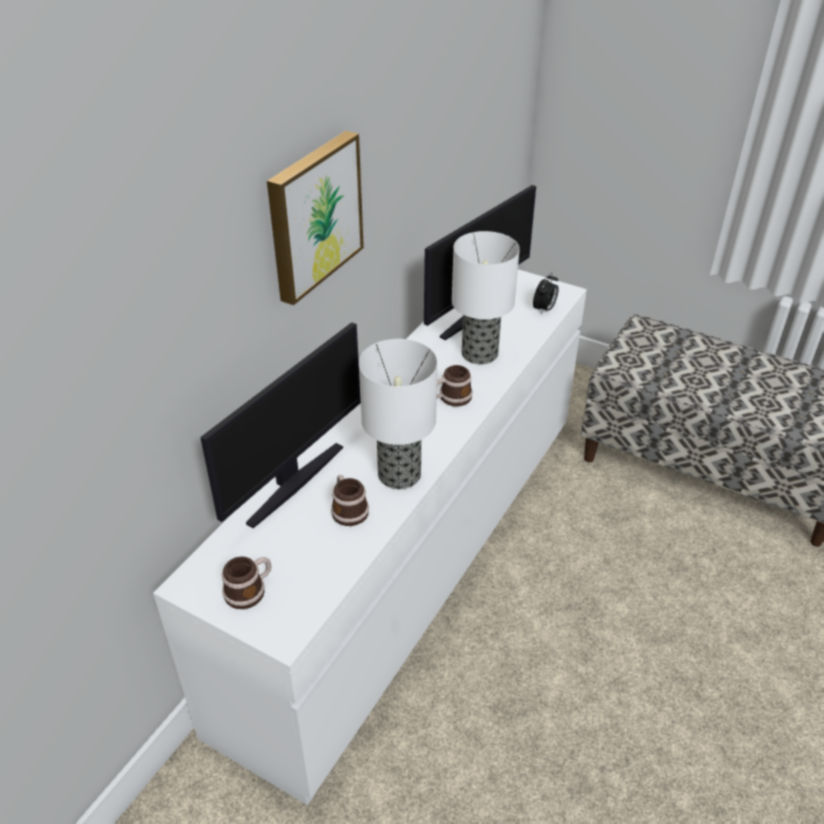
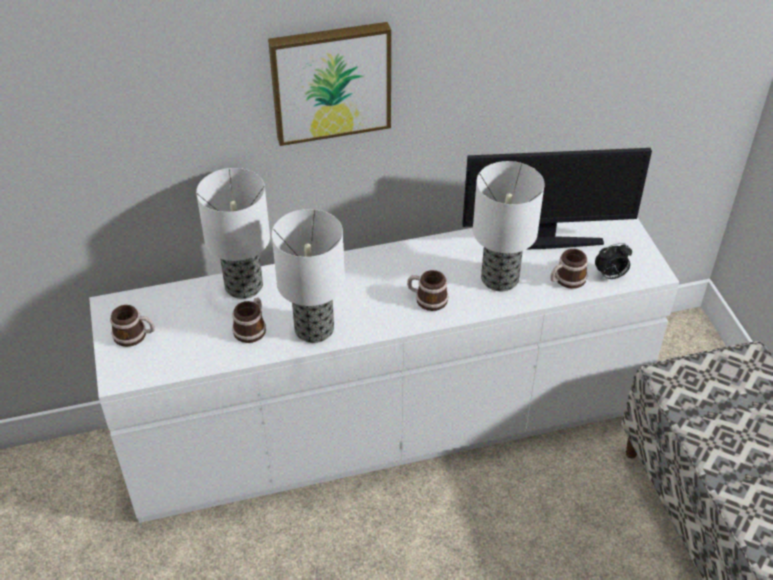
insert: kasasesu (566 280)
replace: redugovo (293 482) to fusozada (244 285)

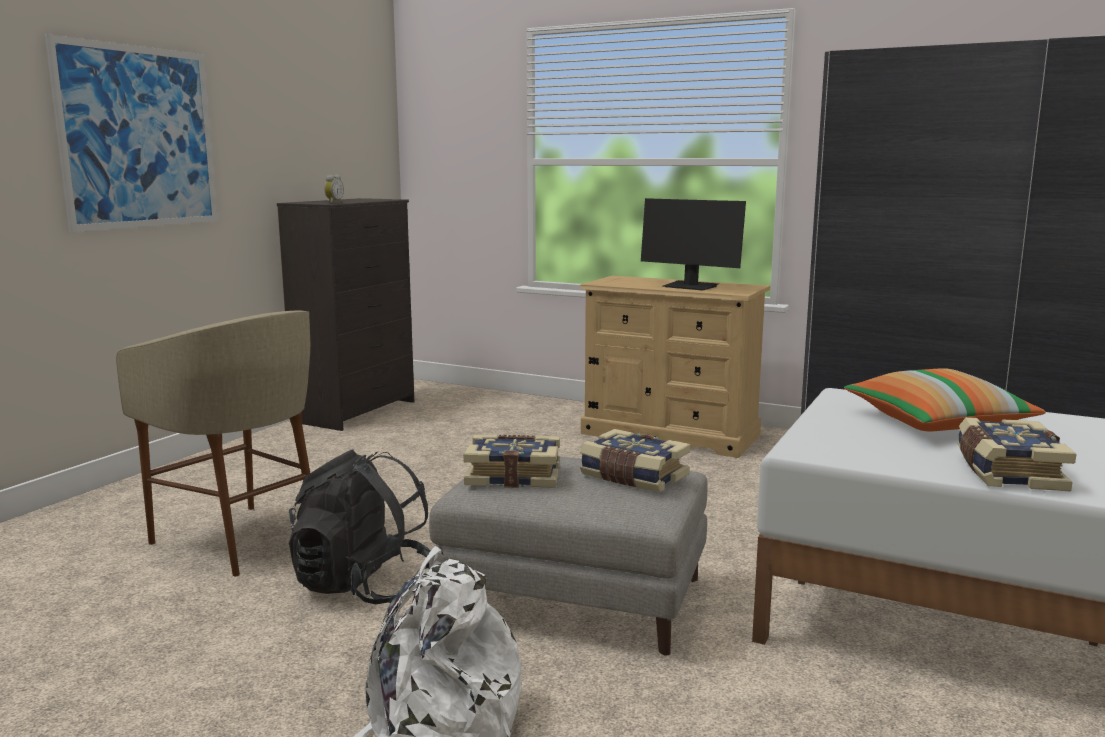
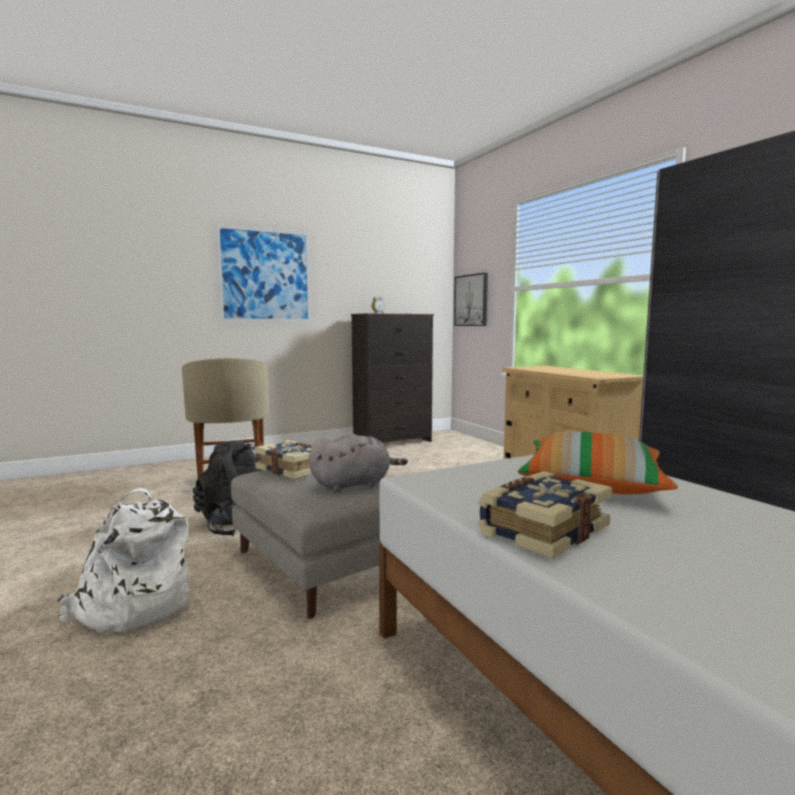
delete: redugovo (691 287)
insert: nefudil (471 300)
replace: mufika (633 477) to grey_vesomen (354 484)

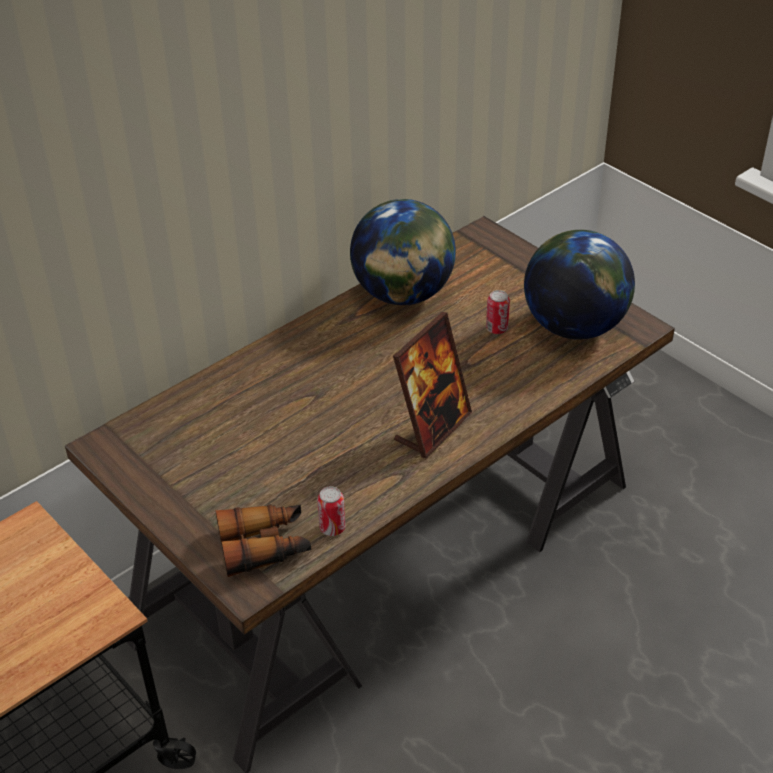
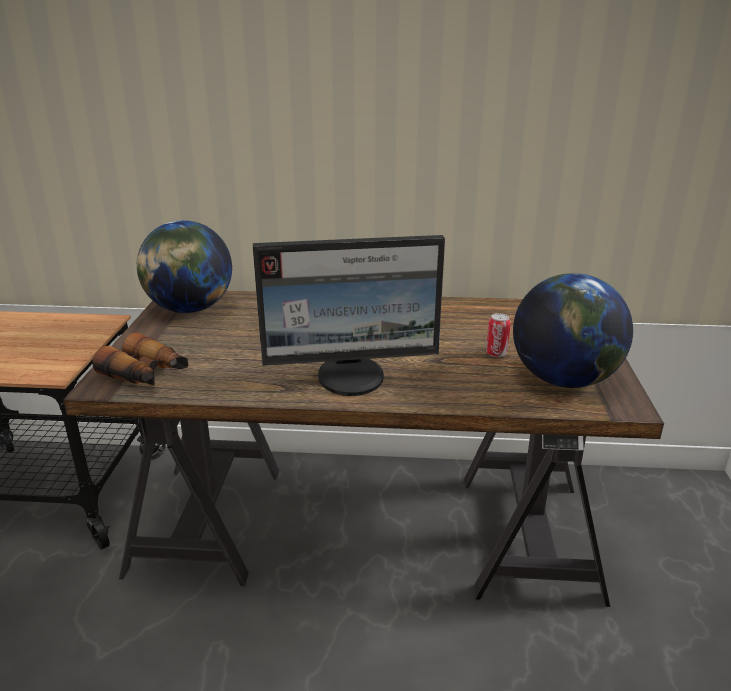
delete: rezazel (332 528)
move: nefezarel (403 294) to (190 309)
replace: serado (432 427) to redugovo (352 377)

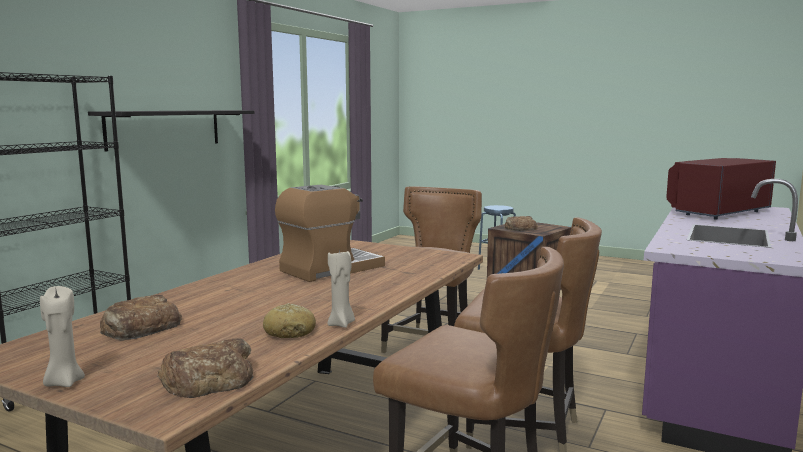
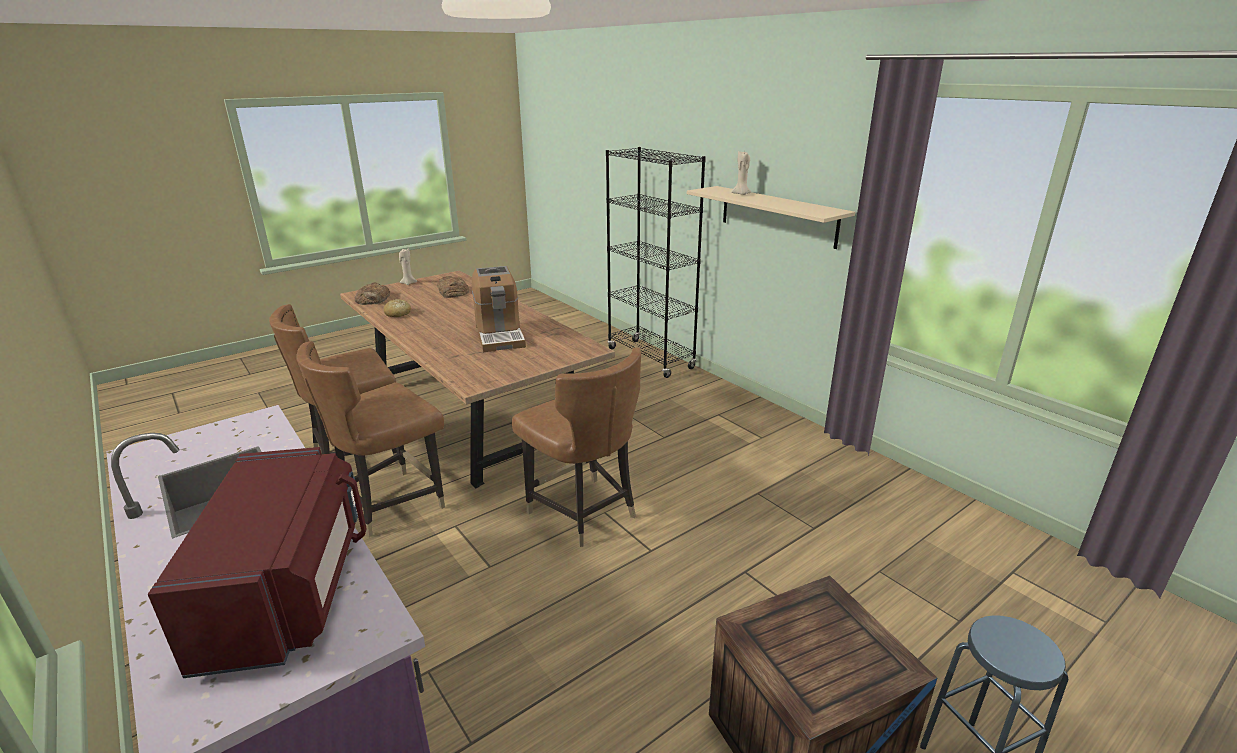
delete: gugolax (519 228)
move: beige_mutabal (341 324) to (741 194)
recolor: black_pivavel (165 129) to beige_pivavel (777 216)

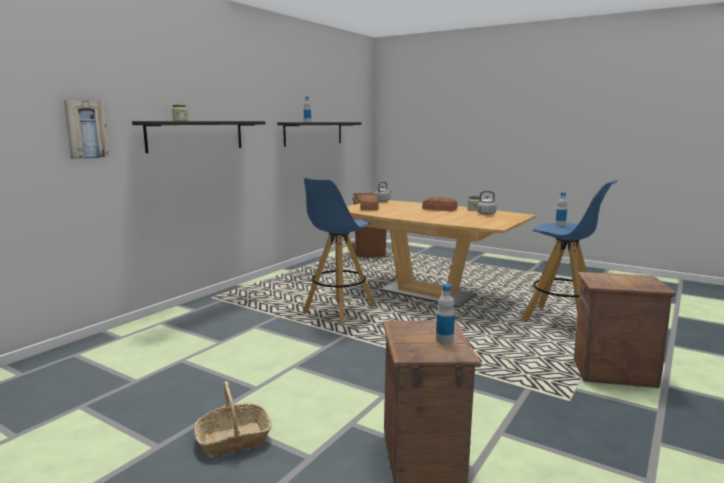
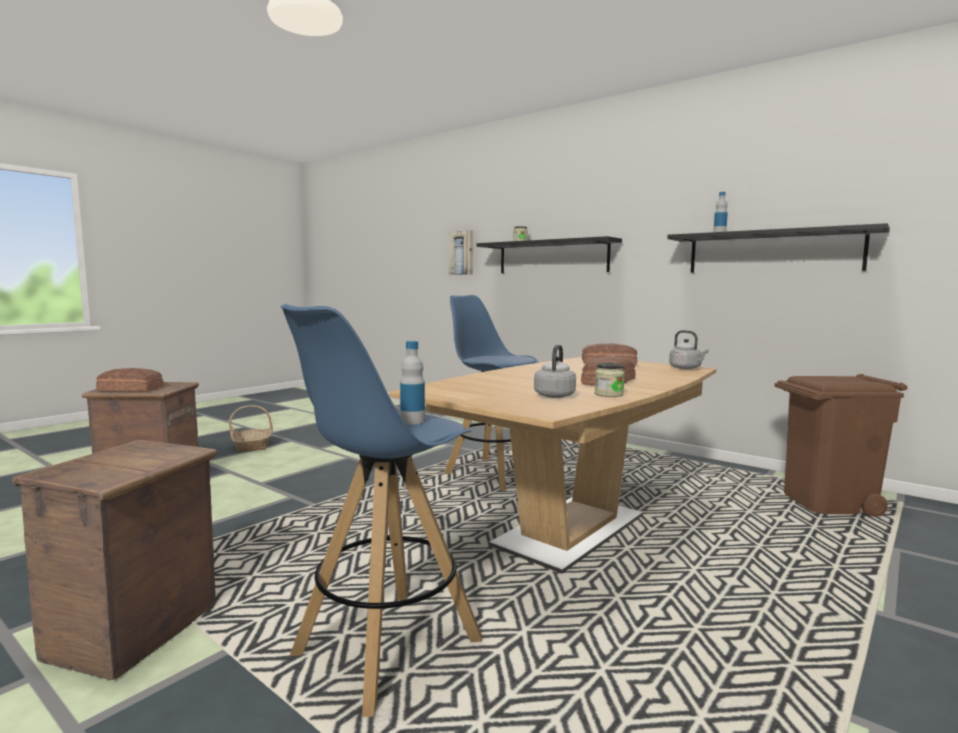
replace: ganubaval (444 340) to gugolax (130 388)

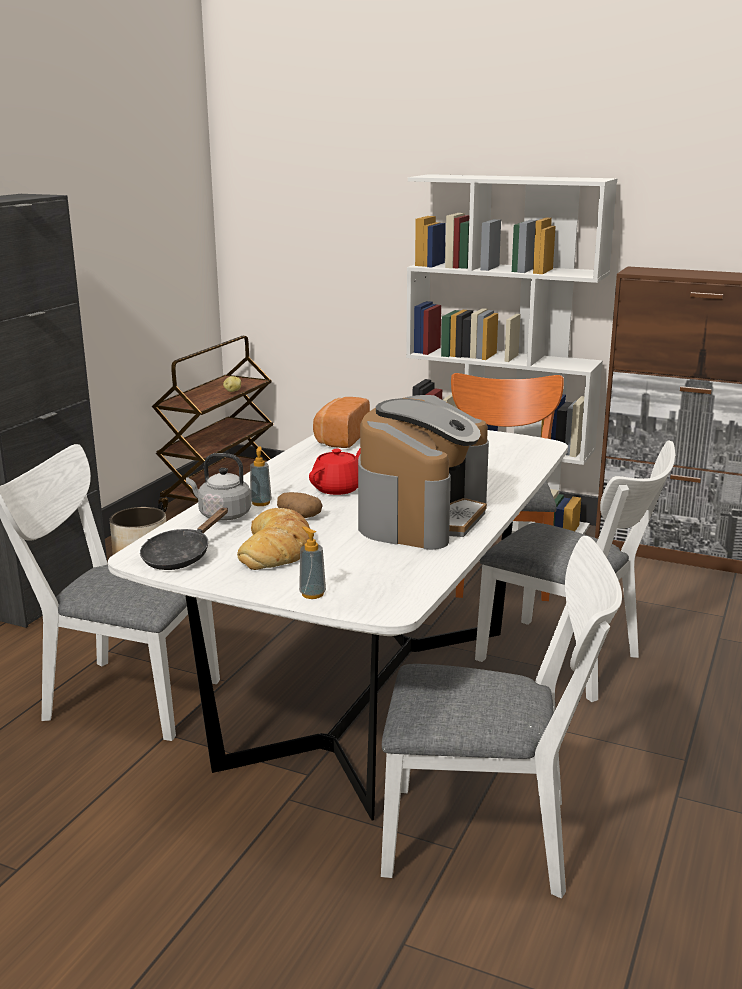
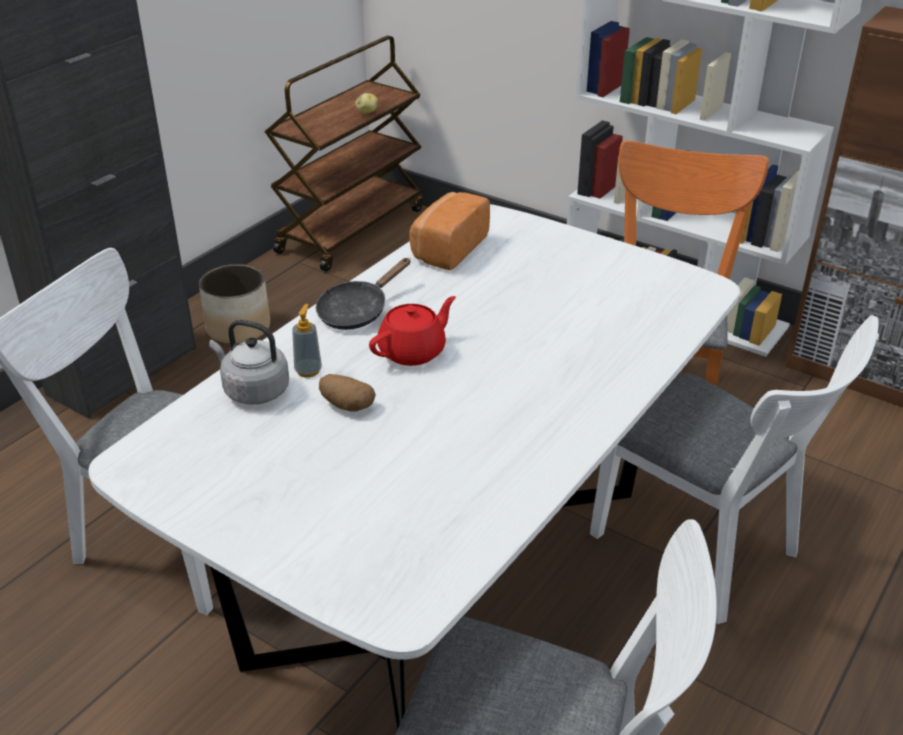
delete: gugolax (278 548); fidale (312 594); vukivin (422 516)
move: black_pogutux (181 556) to (357 311)

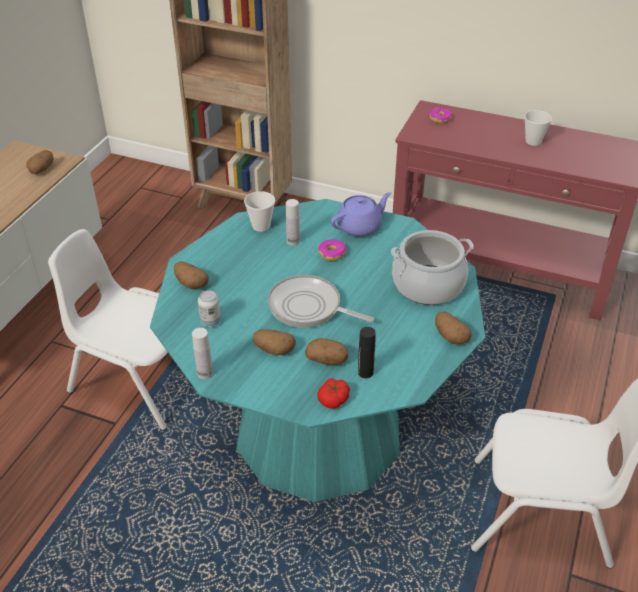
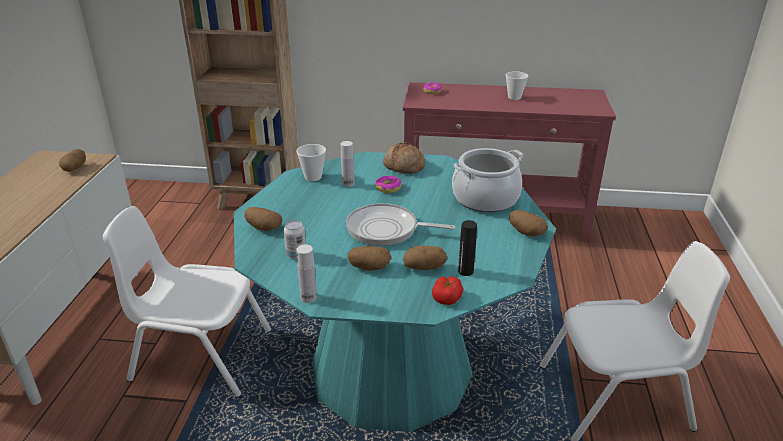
replace: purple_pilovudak (360 227) to gugolax (403 166)

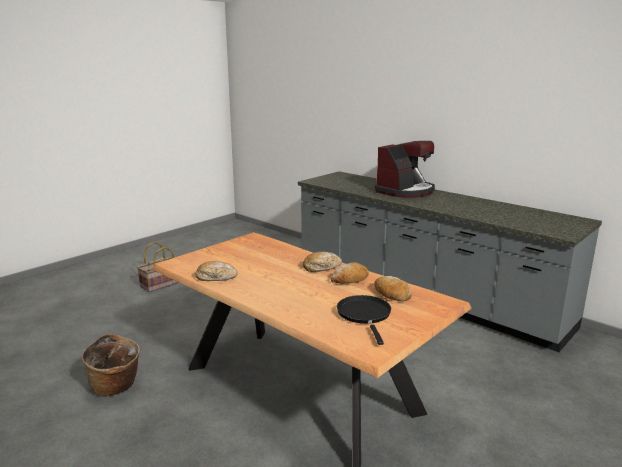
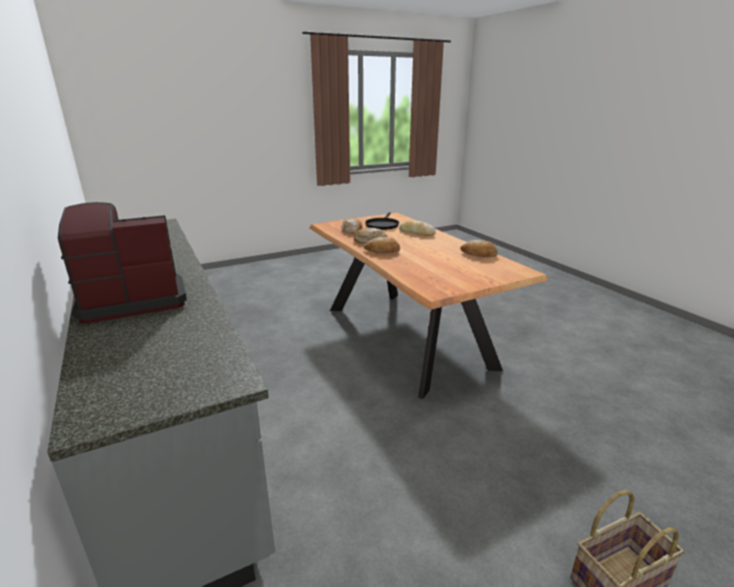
delete: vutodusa (116 387)
insert: gugolax (416 233)

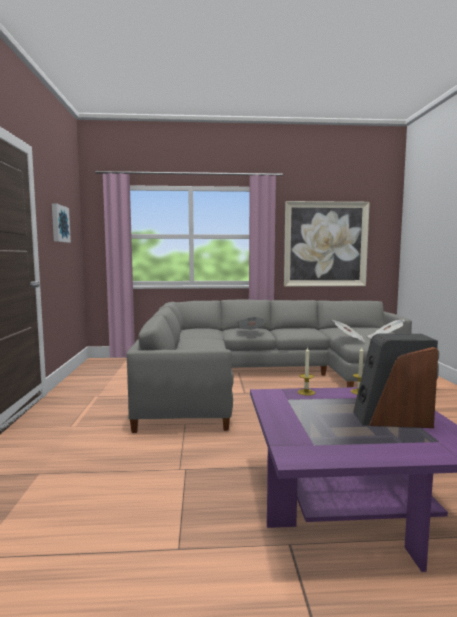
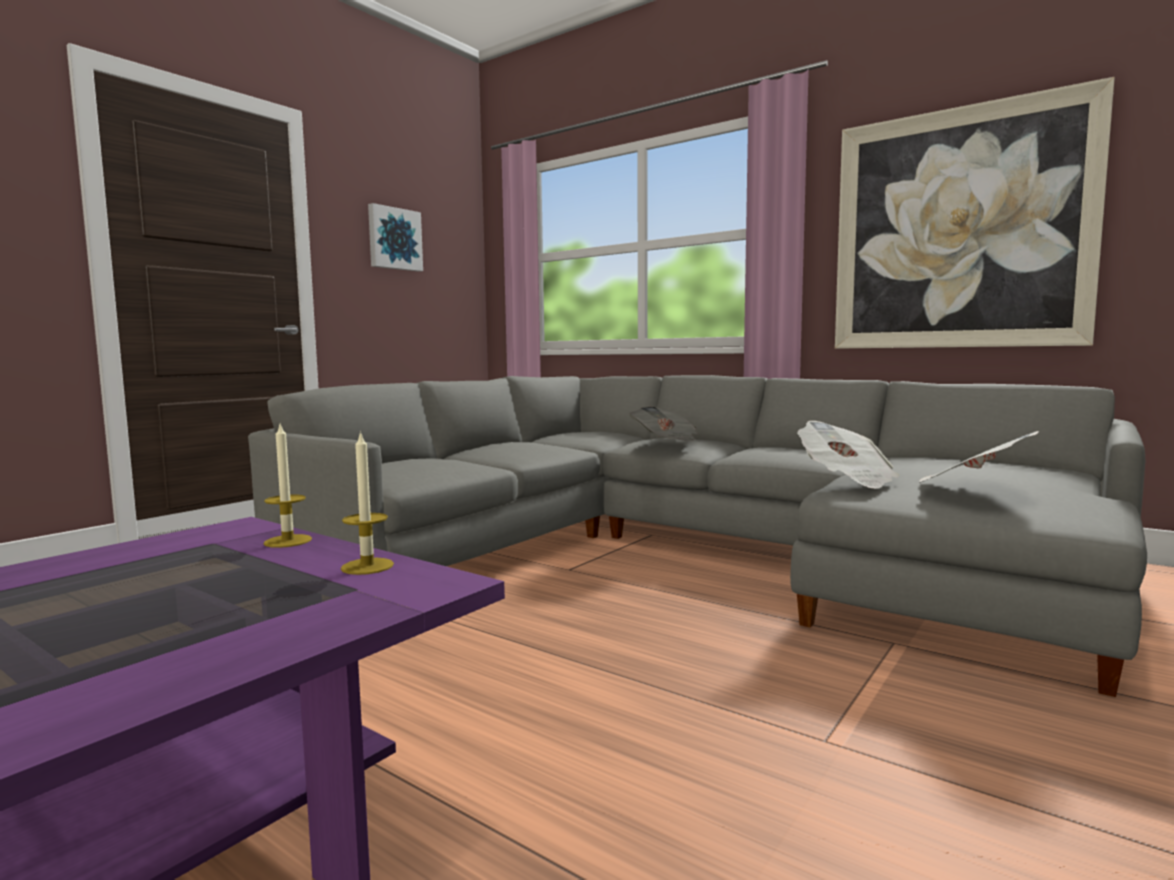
delete: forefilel (391 419)

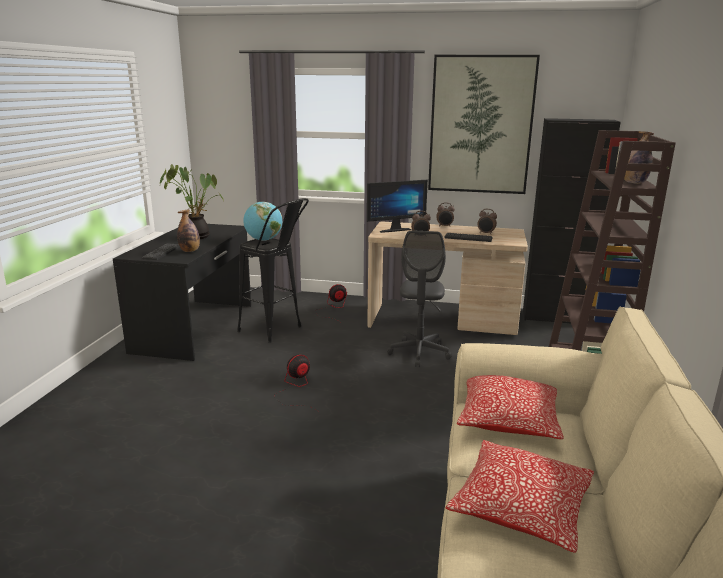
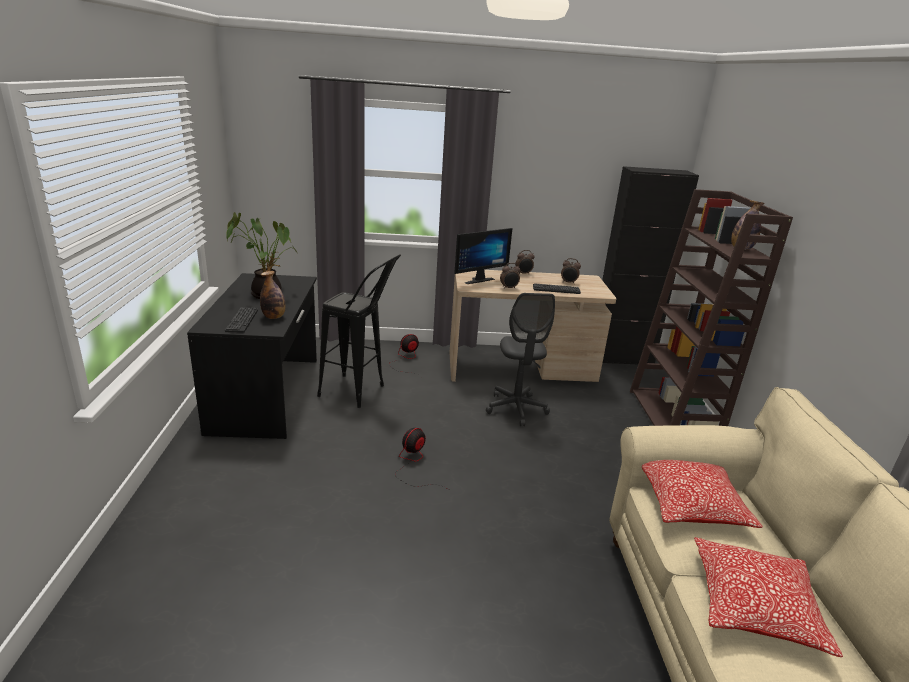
delete: nefezarel (263 240); nefudil (480 125)

